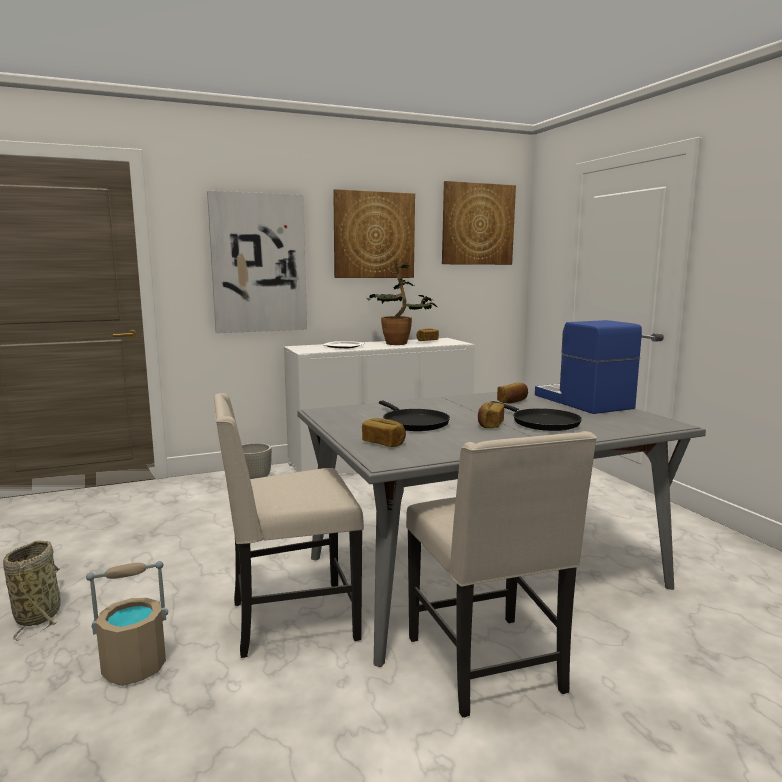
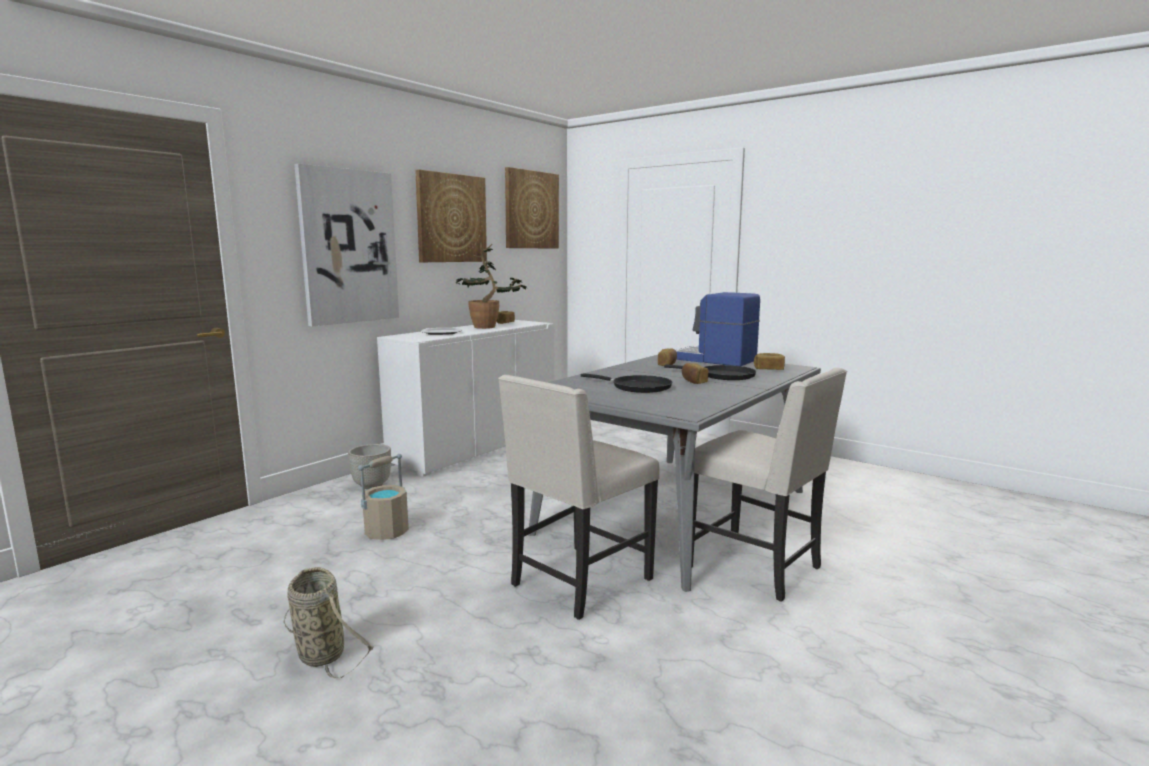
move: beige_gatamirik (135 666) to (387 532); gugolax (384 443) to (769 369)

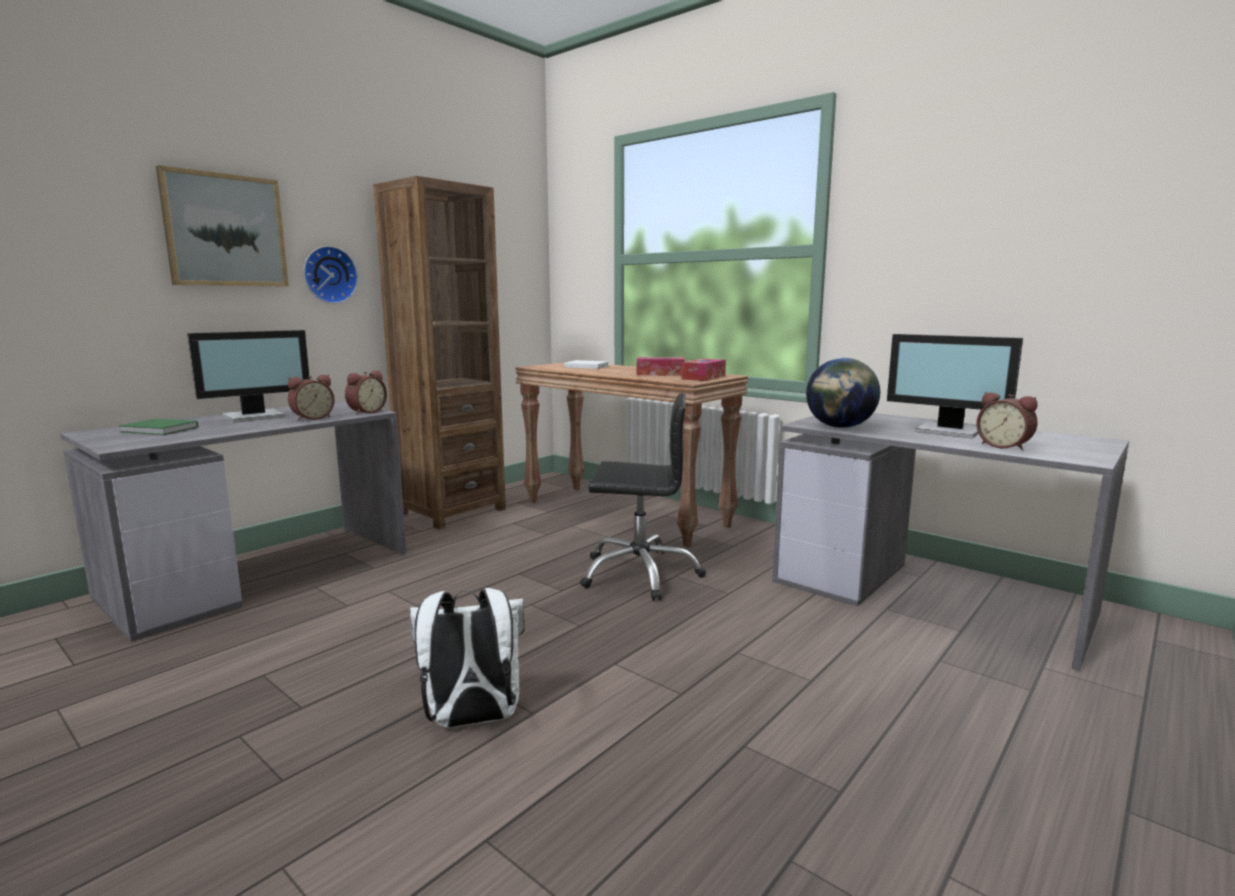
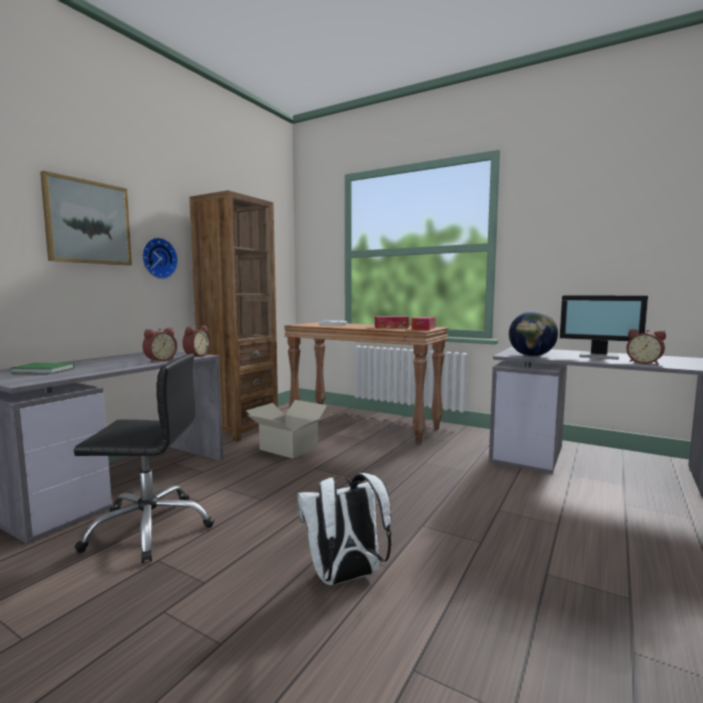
delete: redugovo (255 416)
insert: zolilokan (289 448)
move: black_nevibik (640 573) to (150 528)

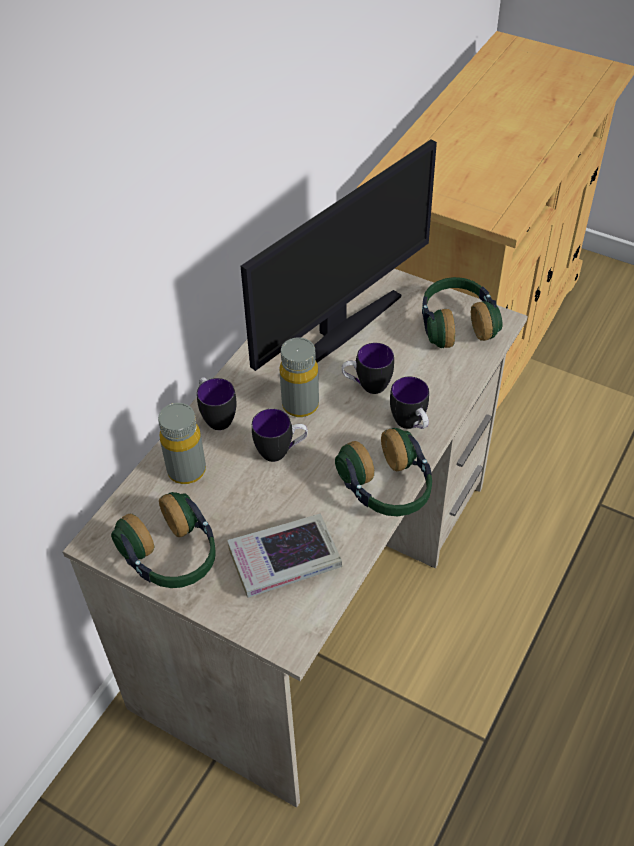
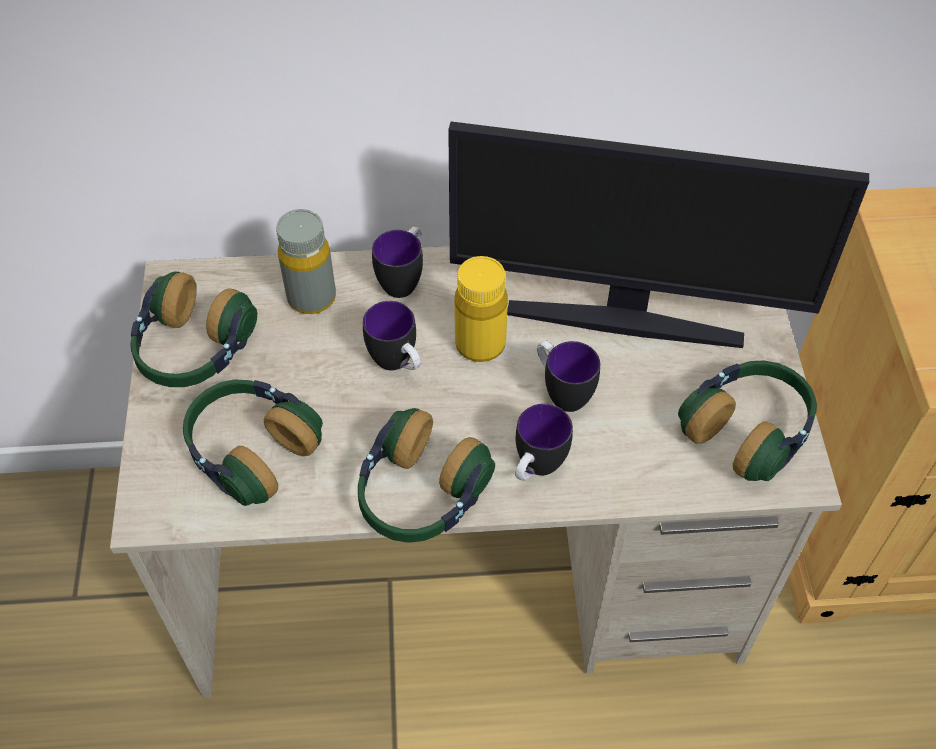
replace: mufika (285 560) to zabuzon (250 450)
recolor: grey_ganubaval (300 405) to yellow_ganubaval (480 344)

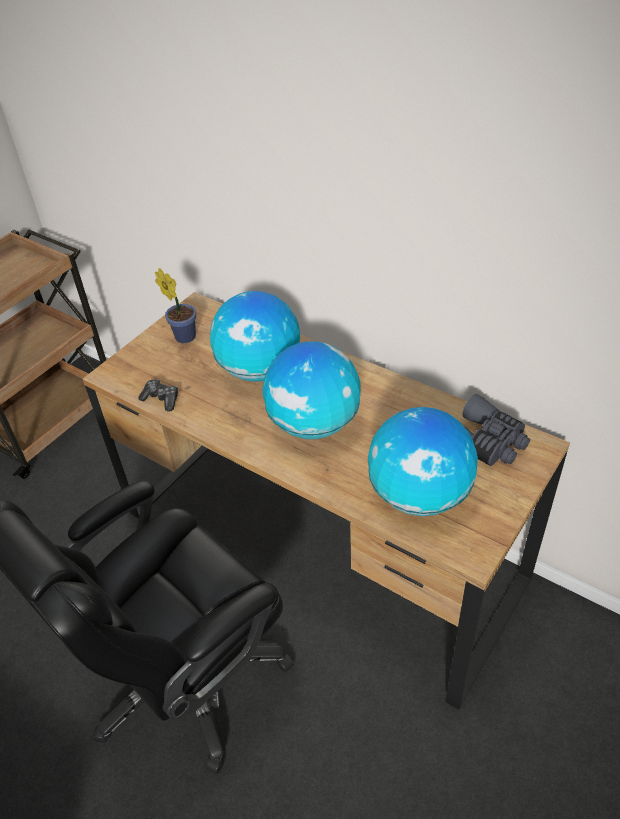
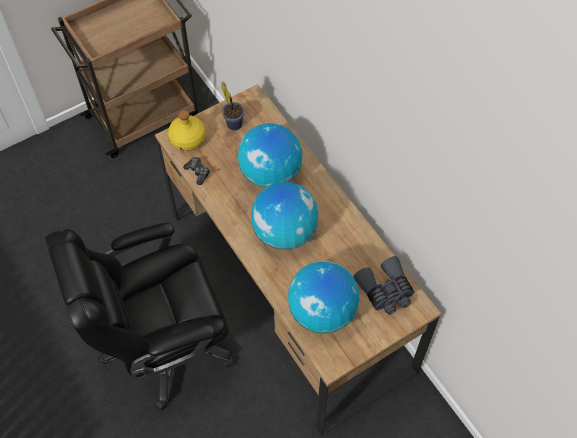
insert: yellow_ganubaval (187 139)

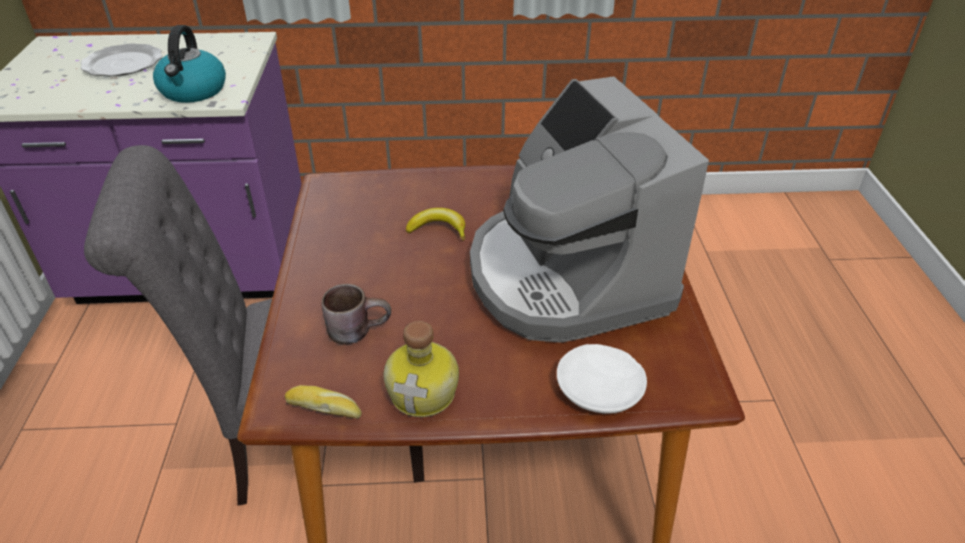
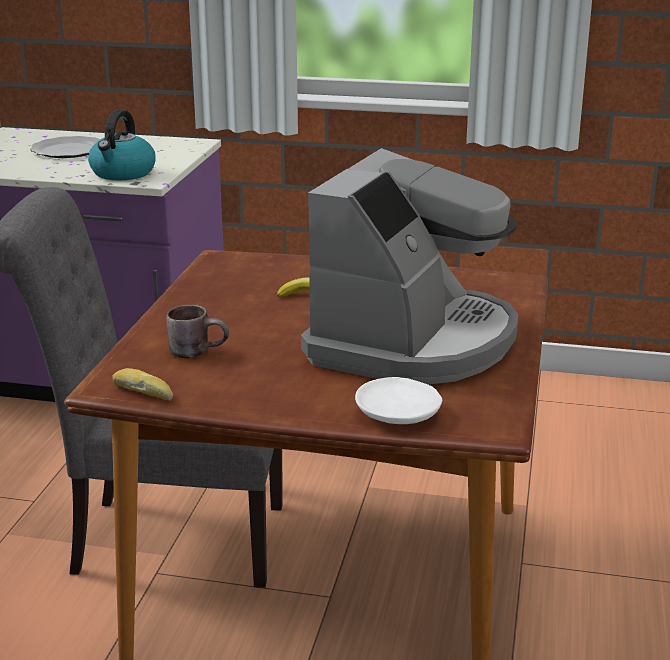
delete: ganubaval (425 393)
rotate: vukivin (566 276) = (413 341) 150 degrees counterclockwise

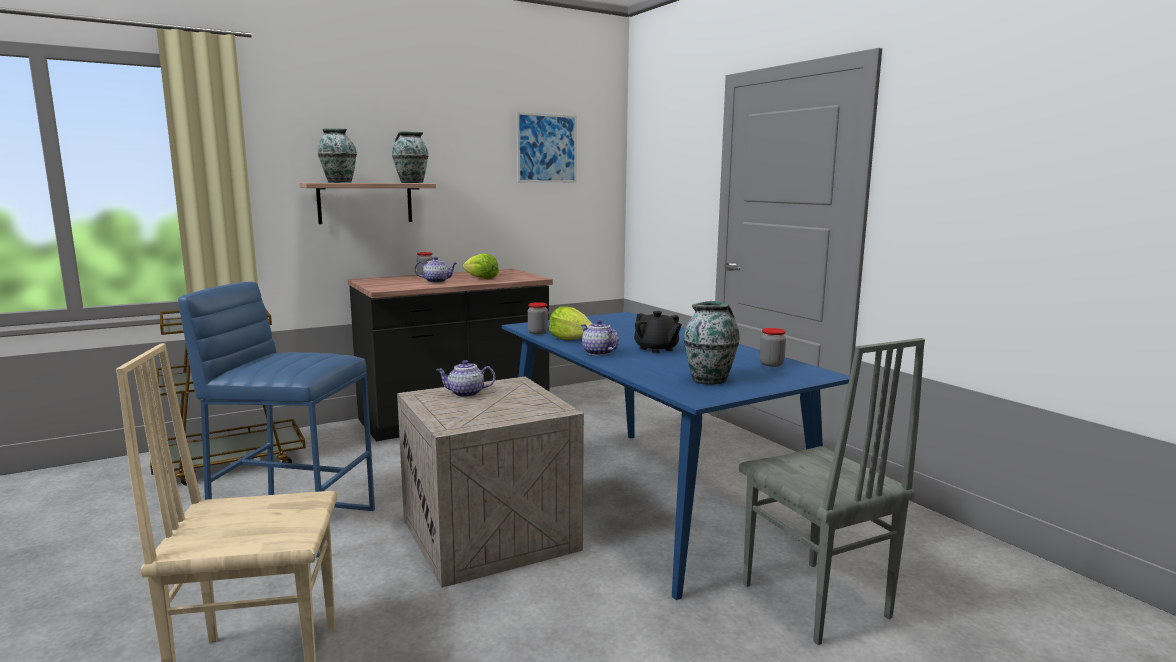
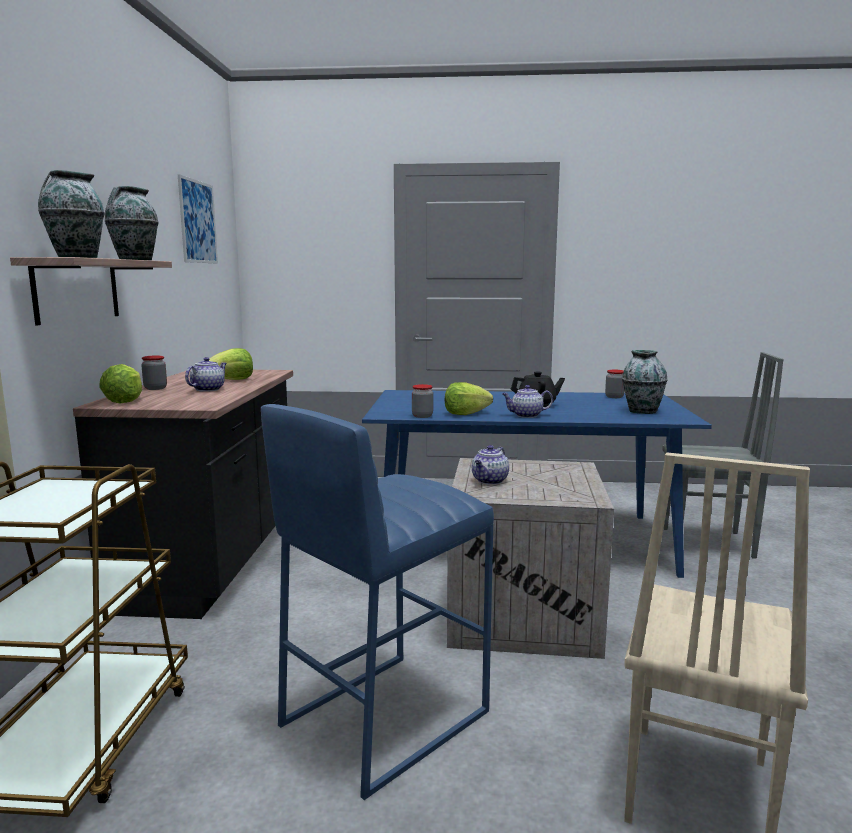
insert: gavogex (125 401)

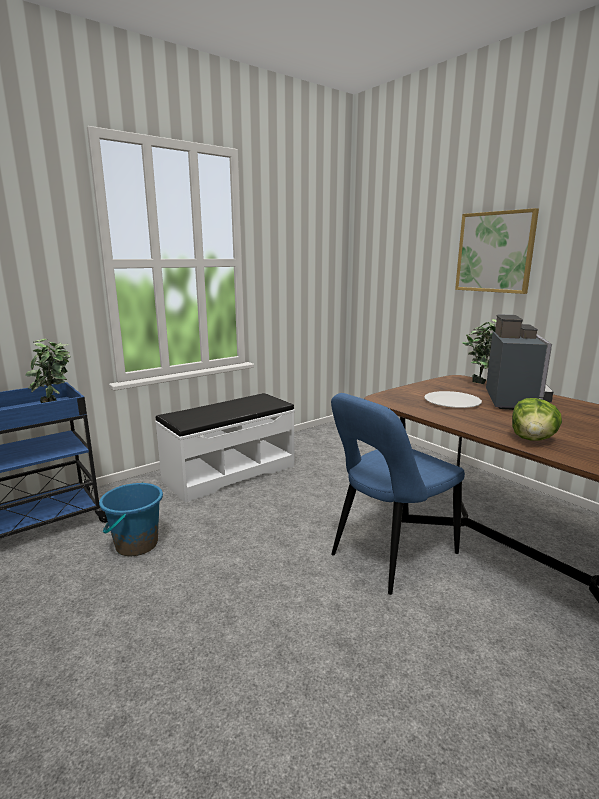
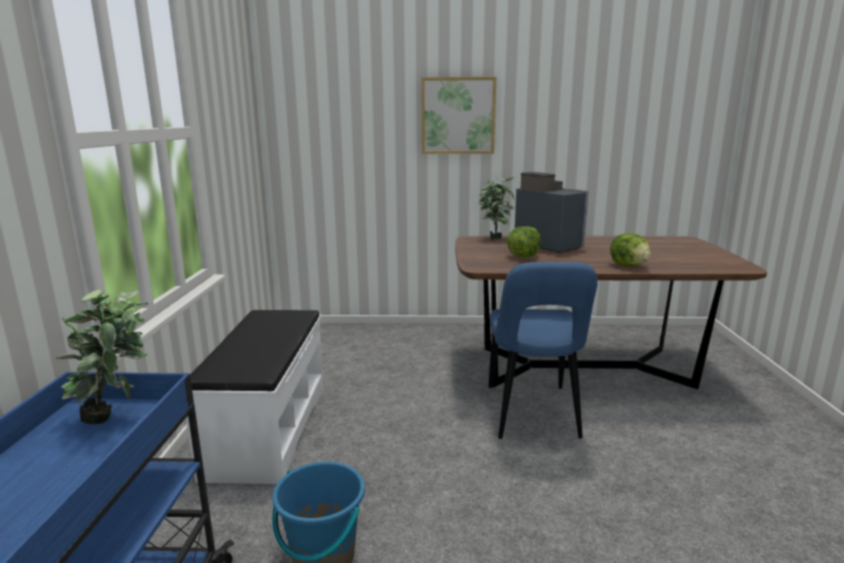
replace: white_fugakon (452 401) to gavogex (523 256)

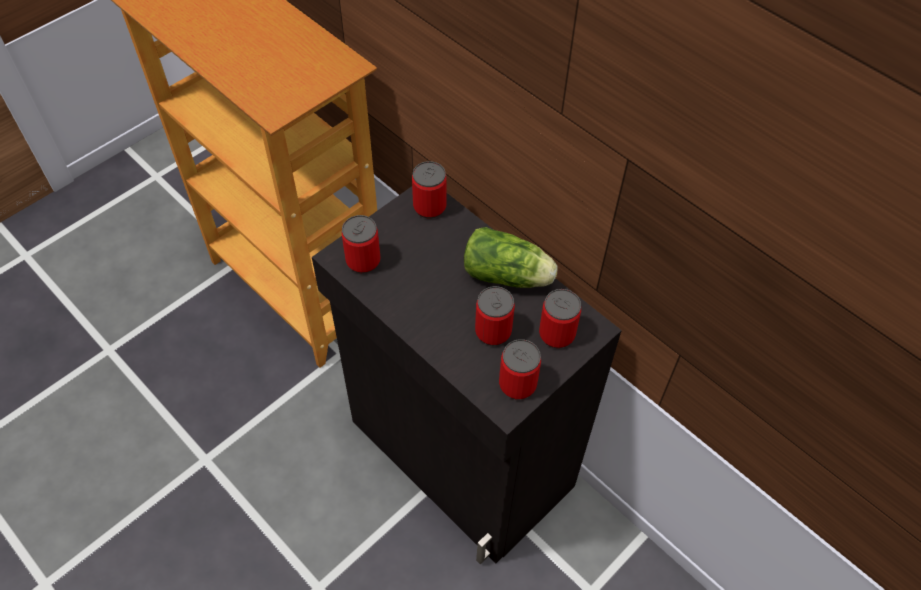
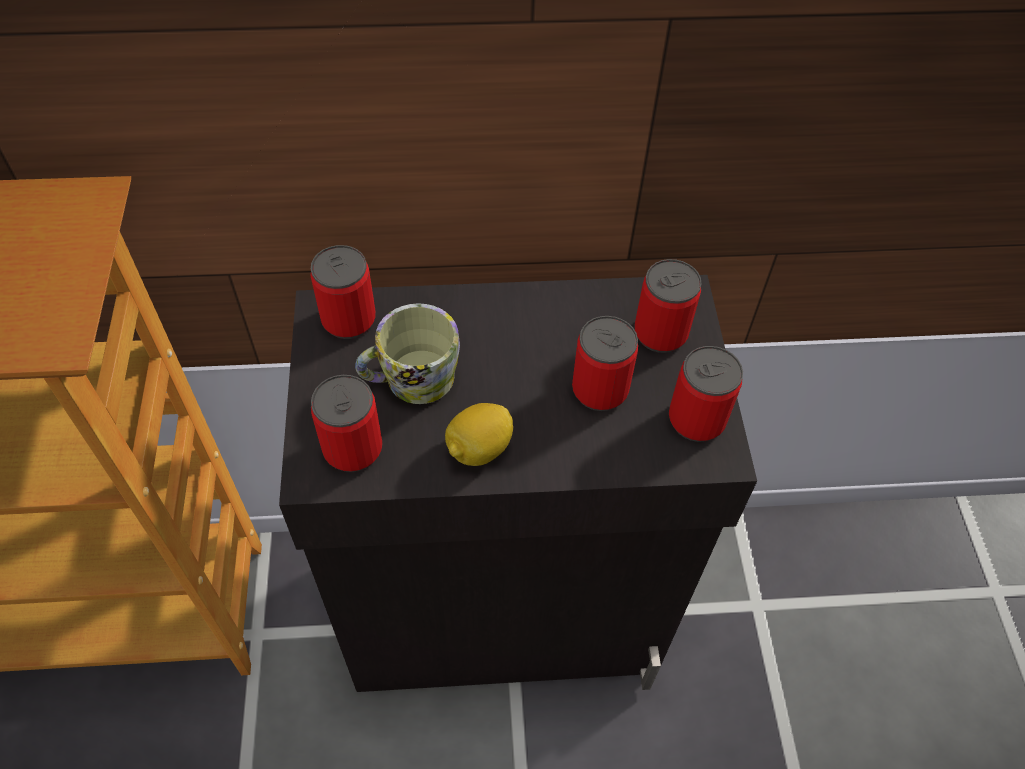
delete: gavogex (509 276)
insert: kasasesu (410 379); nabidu (479 449)

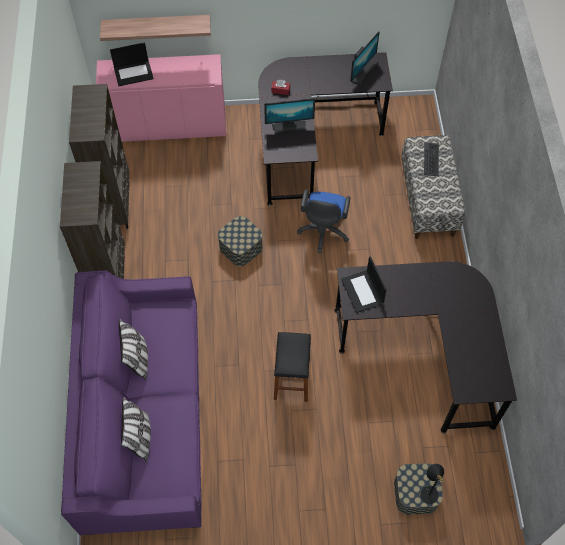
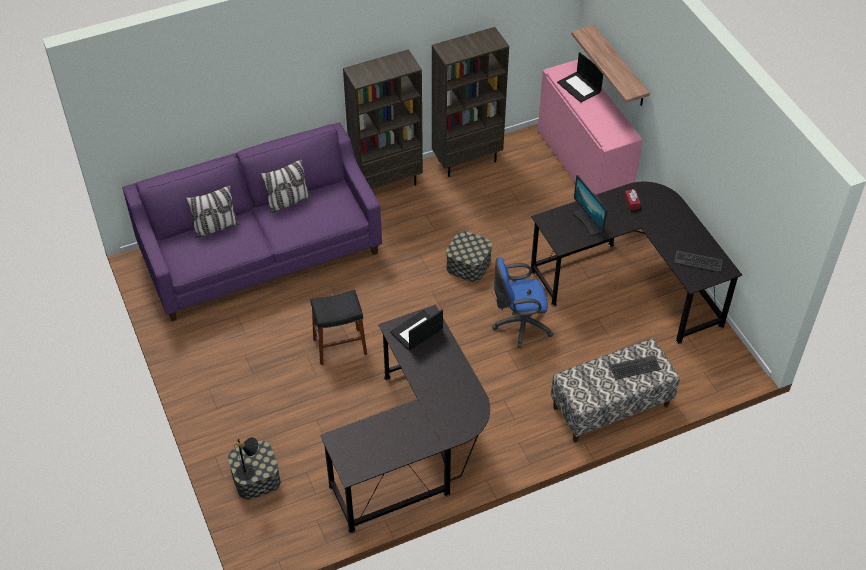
replace: redugovo (362 72) to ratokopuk (698 261)

